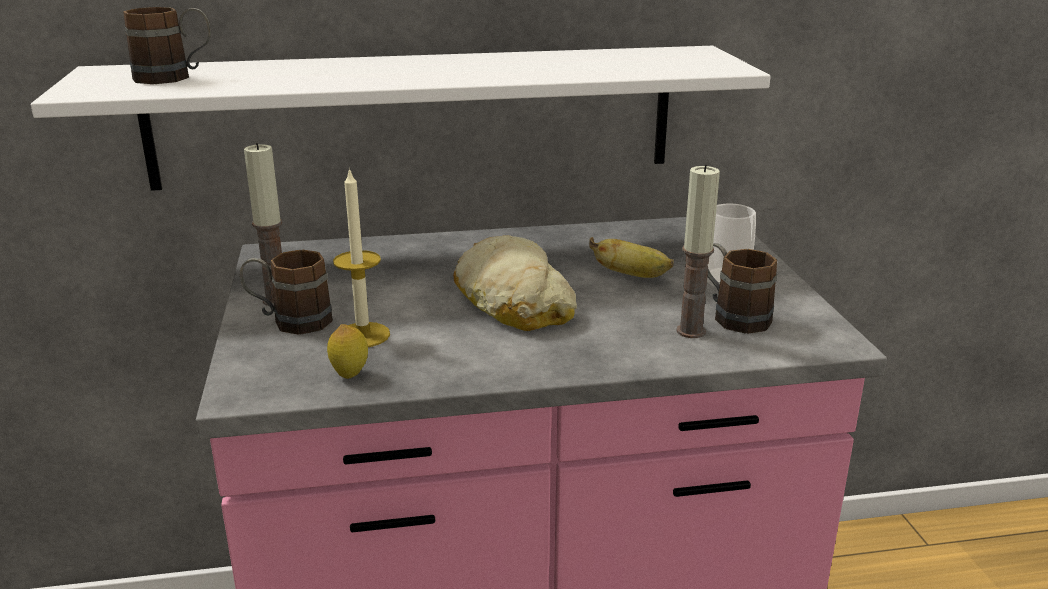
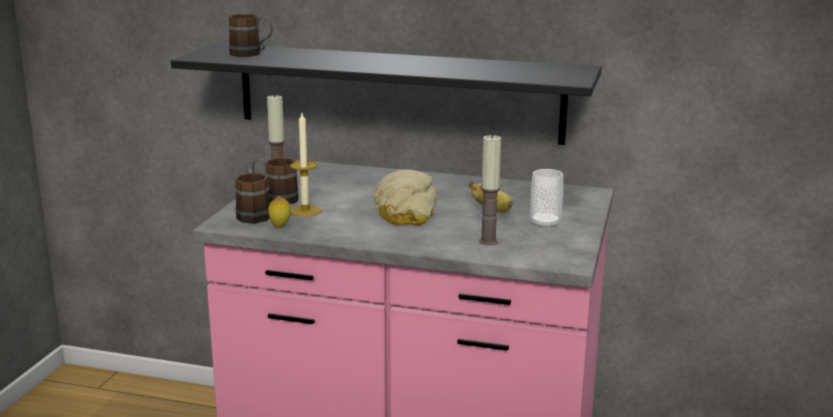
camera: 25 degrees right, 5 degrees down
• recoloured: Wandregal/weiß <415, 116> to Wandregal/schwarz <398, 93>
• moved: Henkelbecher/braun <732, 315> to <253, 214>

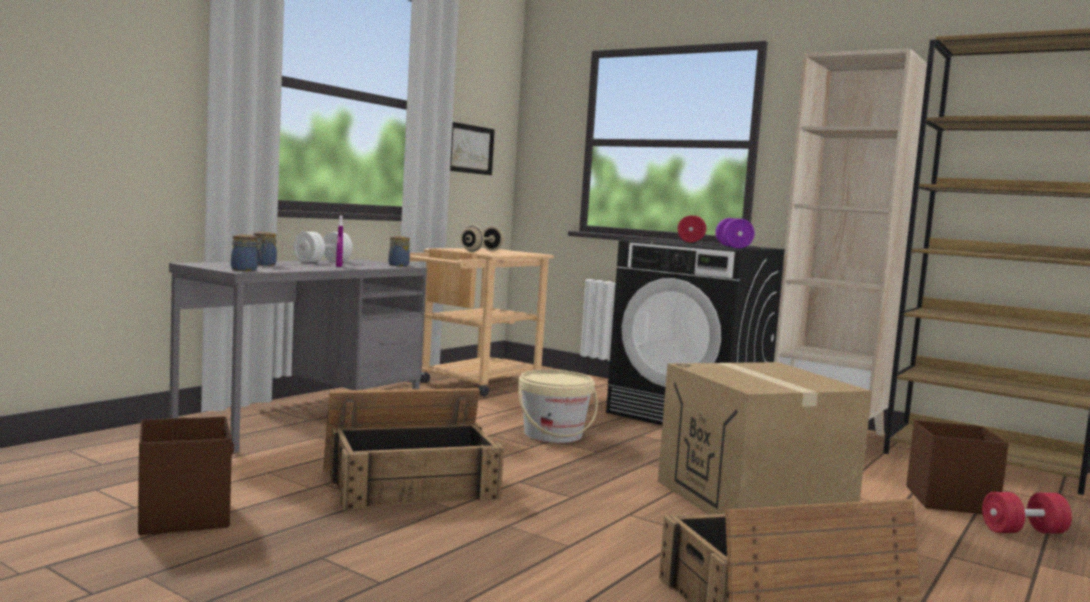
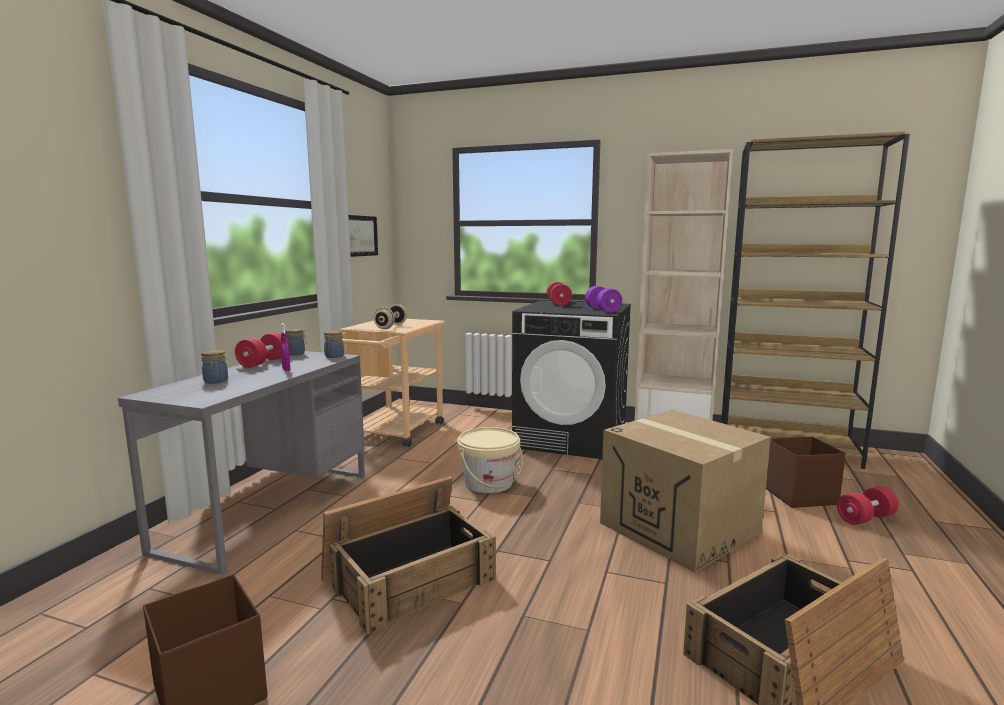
camera: 15 degrees left, 5 degrees up
• recoloured: Hantel/weiß <322, 261> to Hantel/rot <264, 362>
• moved: Vorratsglas <245, 270> to <296, 354>

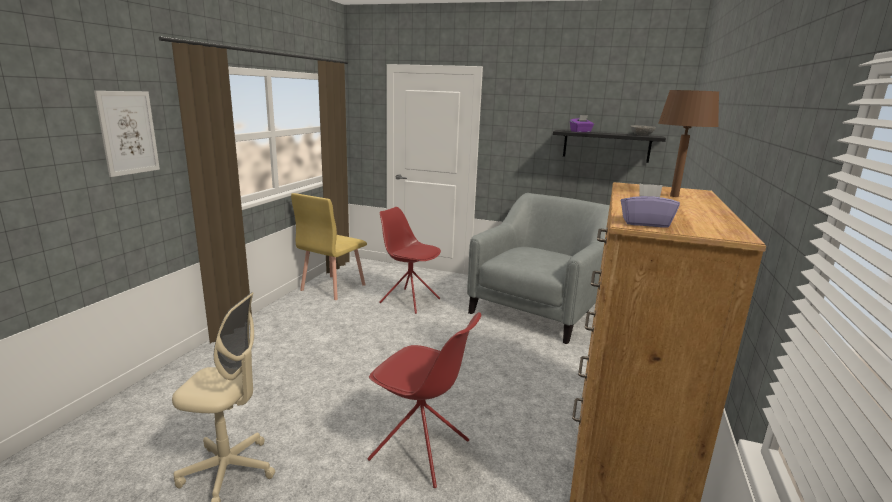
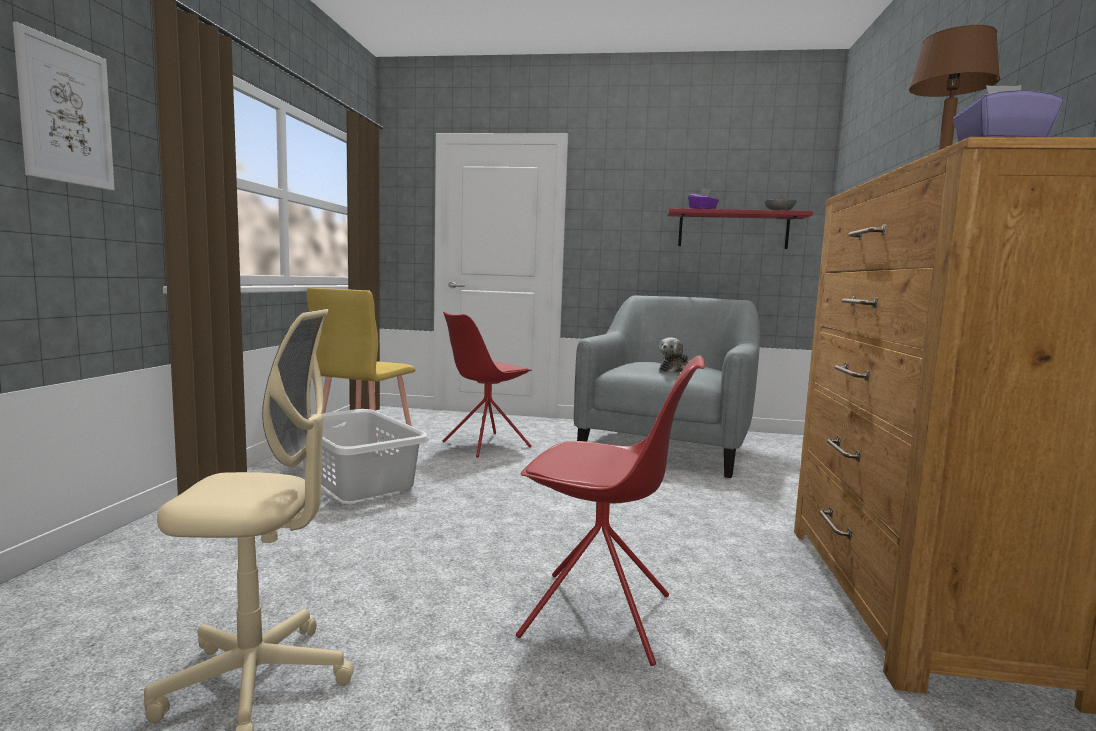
camera: 10 degrees left, 10 degrees down
• recoloured: Wandregal/schwarz <606, 146> to Wandregal/rot <733, 230>
• turned: Stuhl/rot <409, 300> = <485, 445> 60 degrees counterclockwise
• added: Plüschtier <674, 370>
• added: Wäschekorb/grau <358, 478>

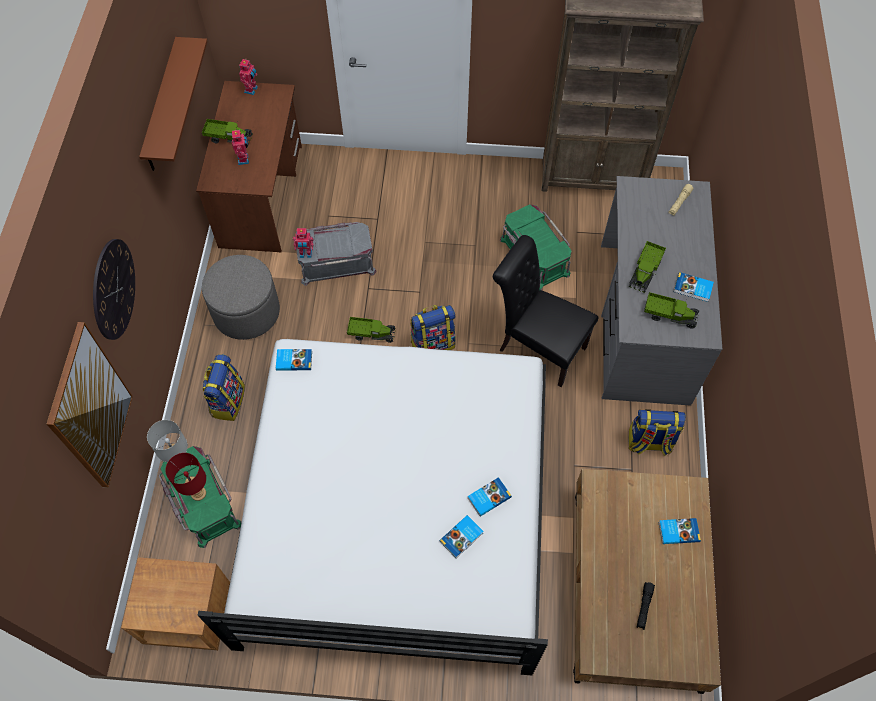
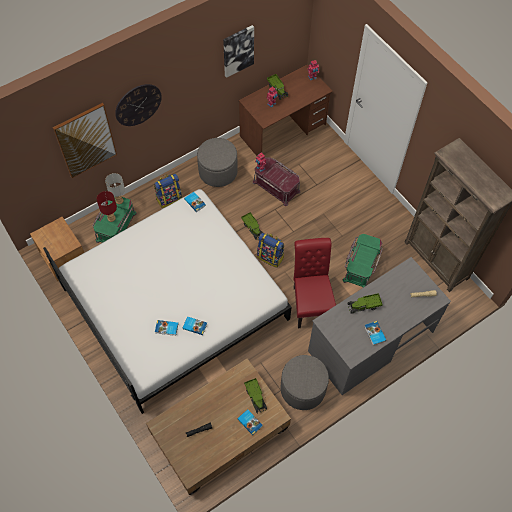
camera: 50 degrees right, 0 degrees up
• replaced: Wandregal/braun <162, 107> to Bild <238, 50>
• recoloured: Aufbewahrungsbox/grau <336, 262> to Aufbewahrungsbox/rot <276, 186>
• recoloured: Stuhl/schwarz <537, 347> to Stuhl/rot <310, 302>
• moved: Spielzeuglaster <669, 315> to <256, 397>
• replaced: Rucksack <649, 442> to Polsterhocker/grau <303, 388>

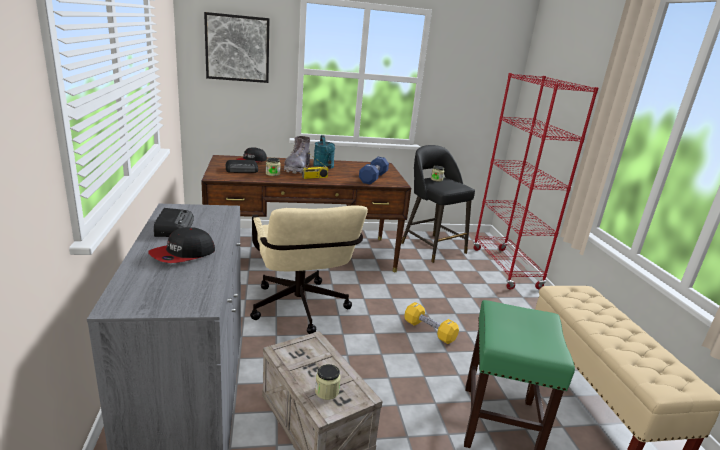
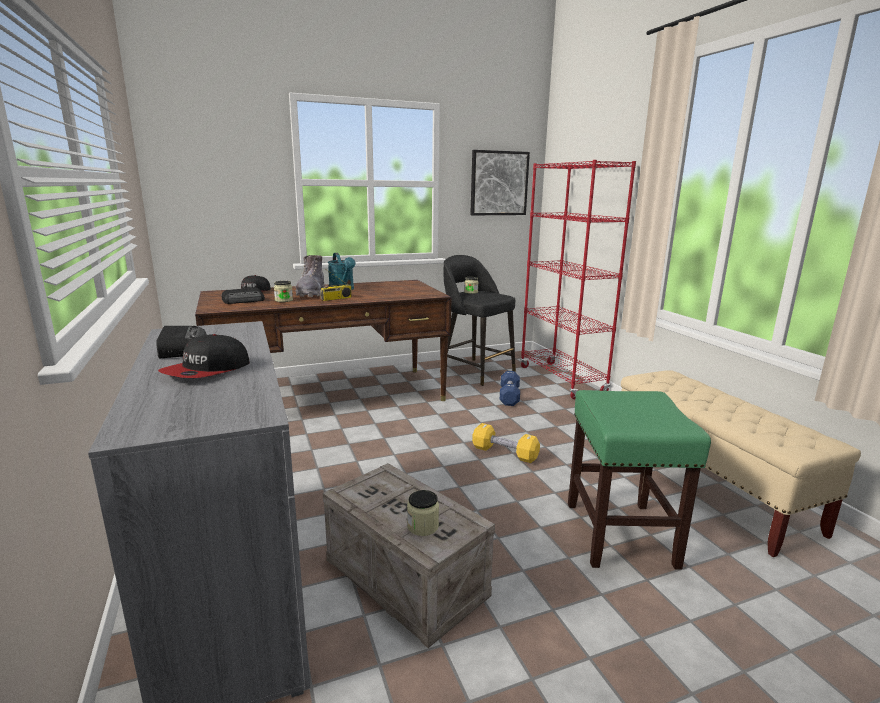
camera: 10 degrees left, 5 degrees down
• moved: Bild <237, 48> to <499, 183>
• moved: Hantel/blau <373, 178> to <509, 396>
• removed: Bürostuhl/beige <300, 311>

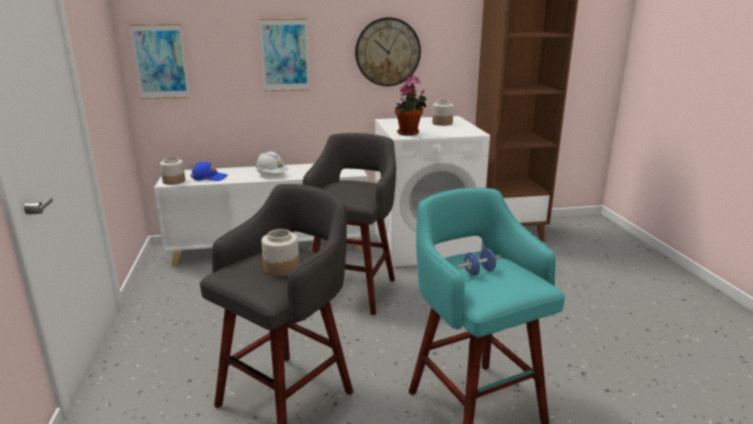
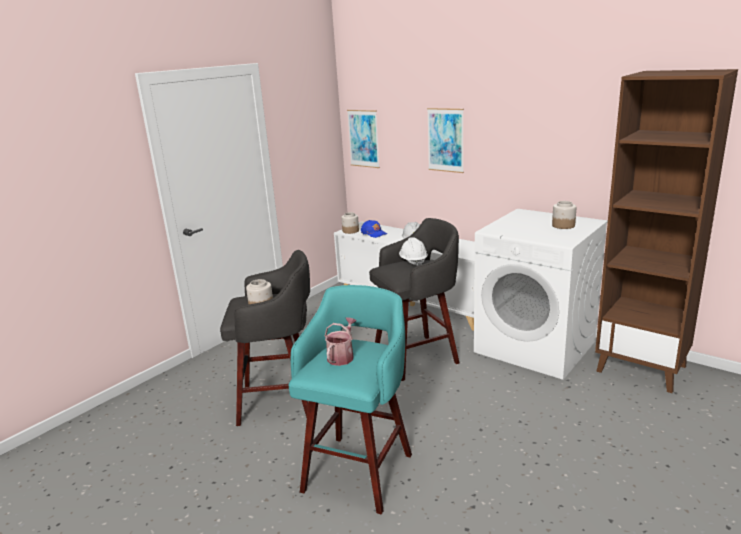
camera: 50 degrees right, 0 degrees up
• removed: Wanduhr <387, 52>
• removed: Topfpflanze <410, 133>
• replaced: Hantel/blau <479, 272> to Gießkanne <342, 356>
• added: Schutzhelm/weiß <413, 261>

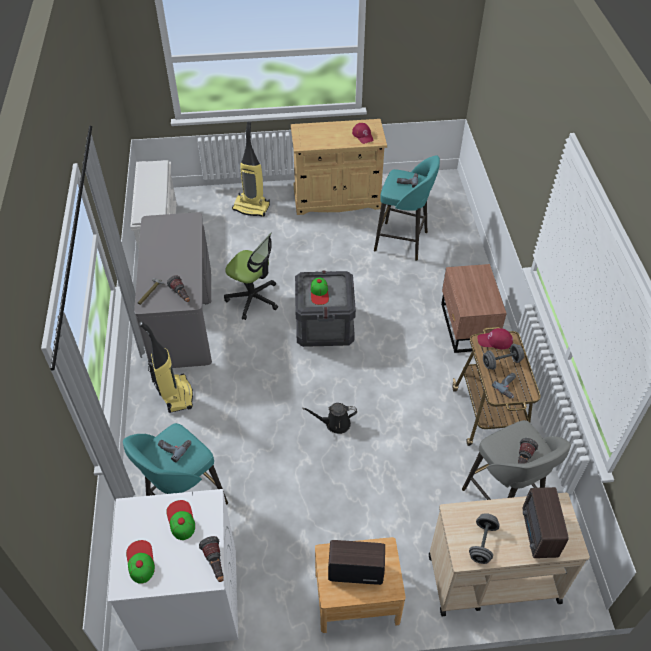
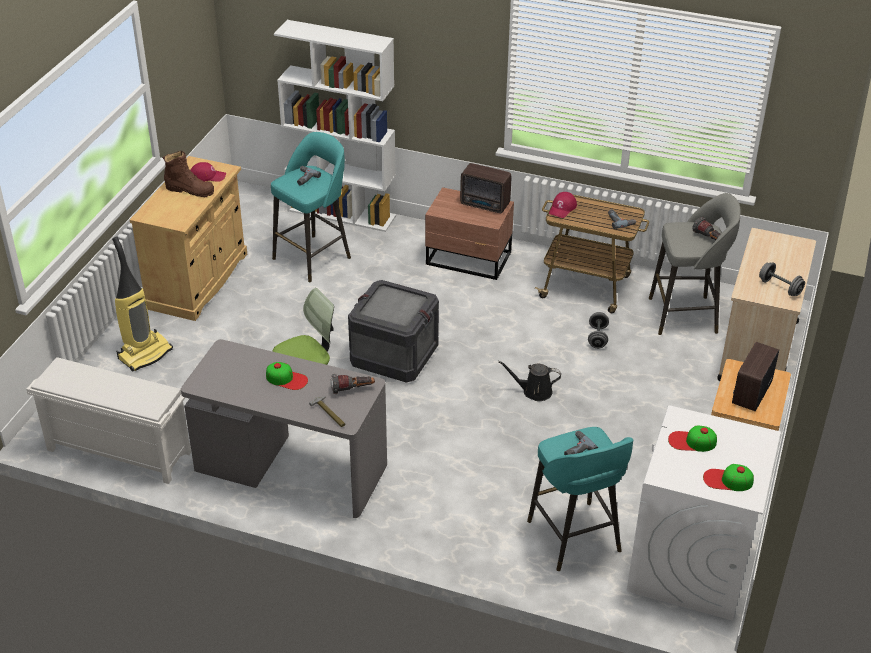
camera: 65 degrees left, 10 degrees down
• moved: Kappe <319, 293> to <286, 379>
• removed: Staubsauger <176, 394>
• moved: Hantel/grau <501, 362> to <597, 337>
• turned: Gießkanne/schwarz <335, 424> = <534, 391> 75 degrees clockwise
• moved: Radio <538, 534> to <485, 205>
• removed: Taschenlampe <215, 564>
• added: Bücherregal/weiß <342, 213>
• added: Stiefel/braun <190, 190>

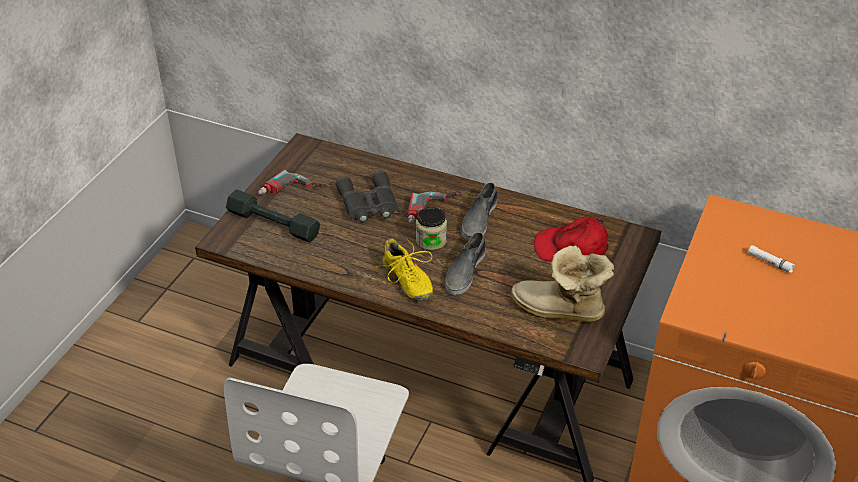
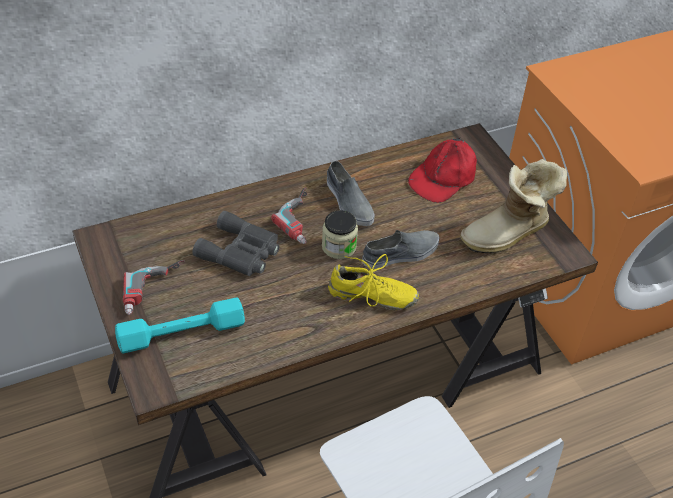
camera: 50 degrees left, 5 degrees up
• recoloured: Hantel/grau <273, 223> to Hantel/türkis <181, 333>
• turned: Schuh/grau <465, 271> = <401, 254> 90 degrees counterclockwise
• removed: Taschenlampe/weiß <770, 262>

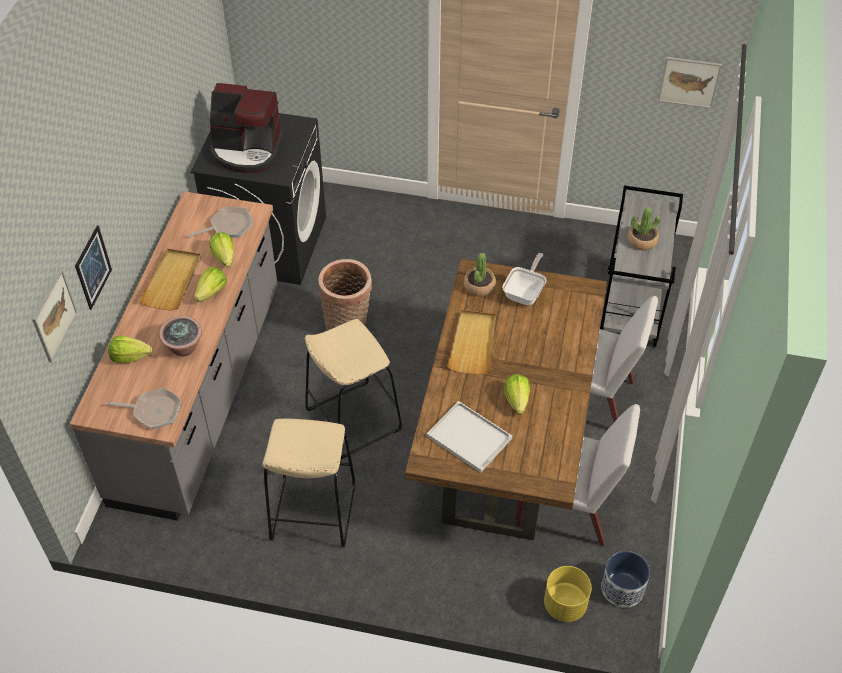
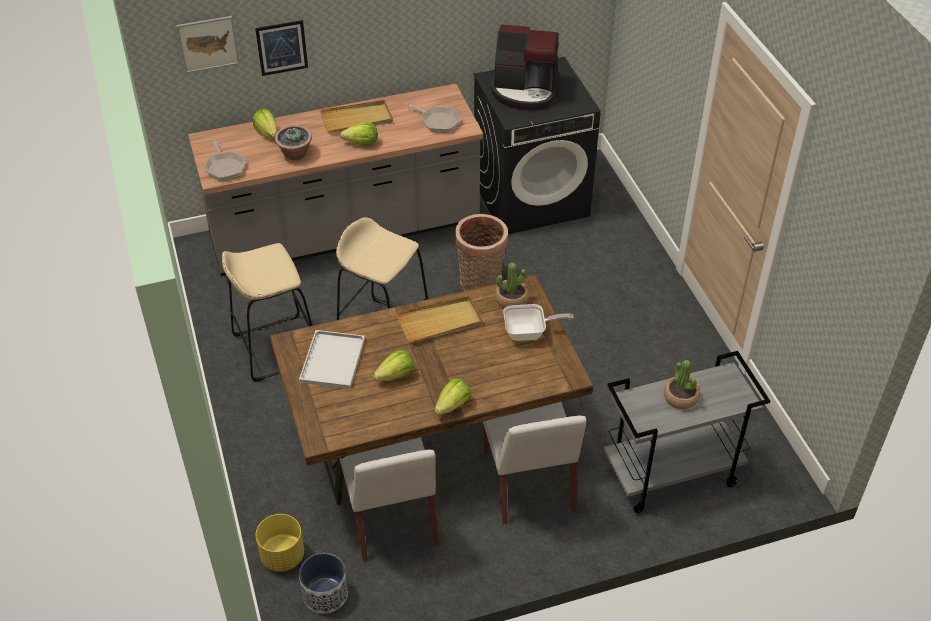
camera: 60 degrees right, 5 degrees down
• removed: Bild <689, 82>
• turned: Kaffeemaschine <247, 150> = <525, 90> 60 degrees counterclockwise
• moved: Salatkopf <224, 257> to <453, 405>

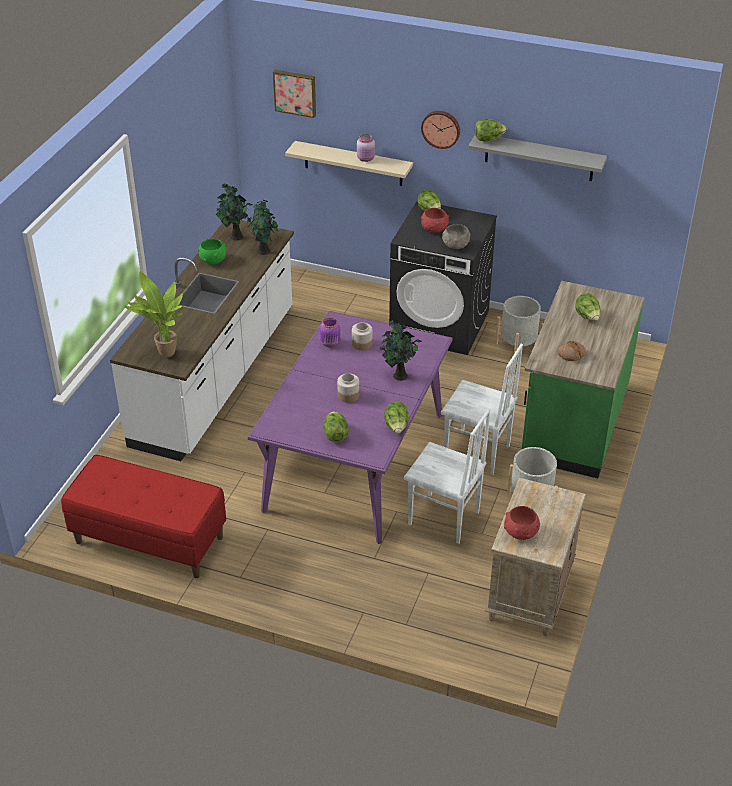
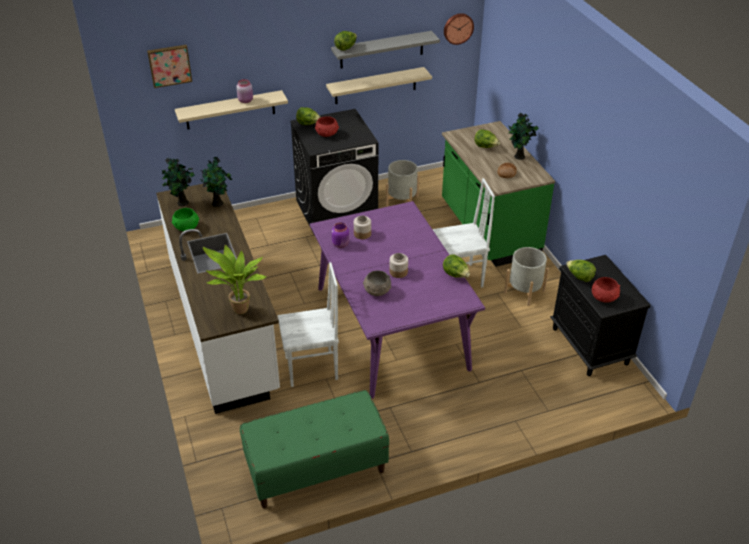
camera: 40 degrees left, 0 degrees up
• moved: Wanduhr <441, 128> to <458, 28>
• moved: Schüssel/grau <455, 245> to <377, 291>
• moved: Topfpflanze <399, 376> to <519, 157>
• moved: Stuhl/weiß <443, 519> to <312, 369>
• moved: Salatkopf <335, 435> to <579, 277>
• recoloured: Bank/rot <149, 540> to Bank/grün <316, 469>
• recoloured: Nachttisch/beige <529, 595> to Nachttisch/schwarz <590, 346>
• added: Wandregal/beige <375, 85>

